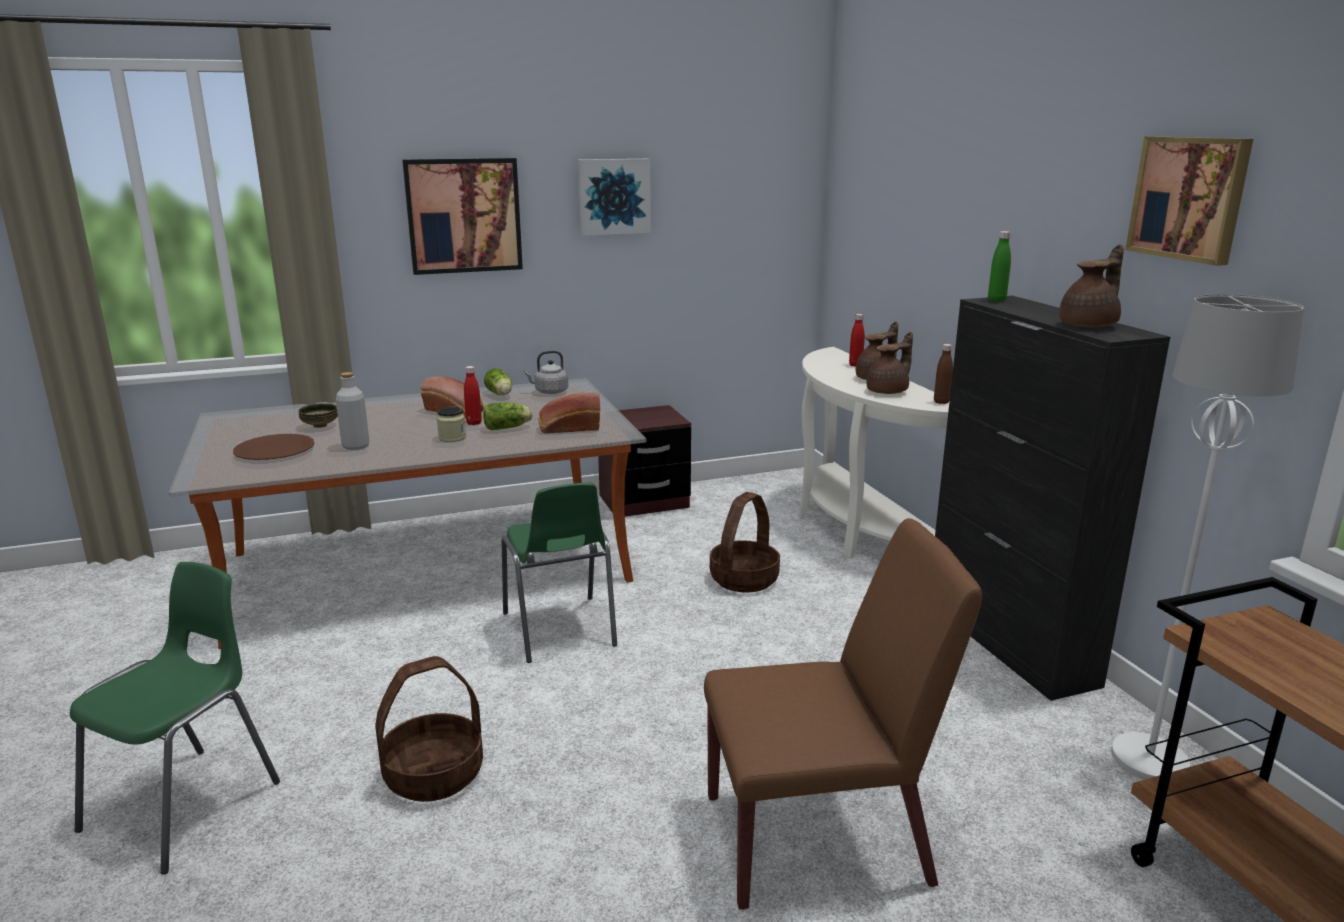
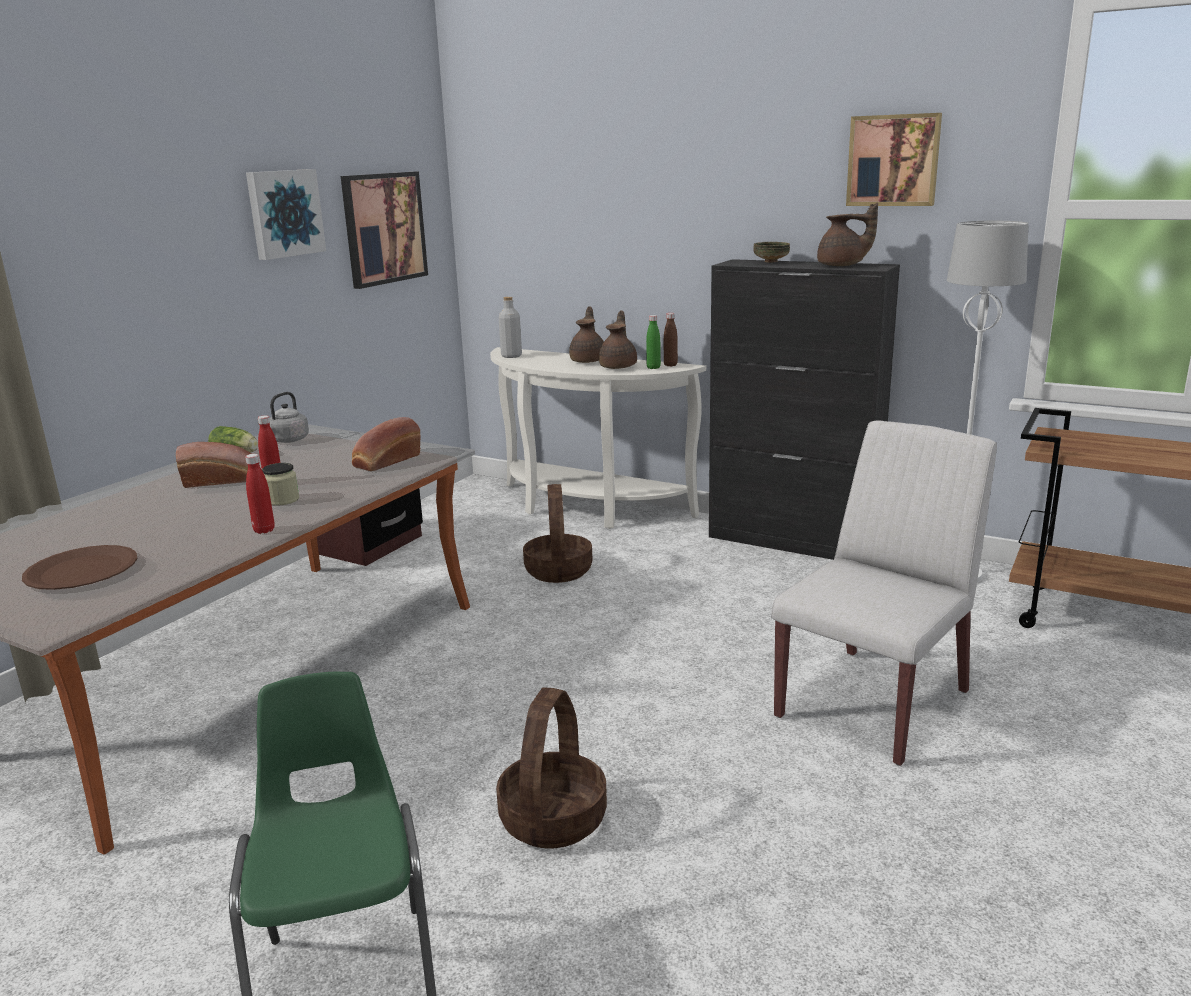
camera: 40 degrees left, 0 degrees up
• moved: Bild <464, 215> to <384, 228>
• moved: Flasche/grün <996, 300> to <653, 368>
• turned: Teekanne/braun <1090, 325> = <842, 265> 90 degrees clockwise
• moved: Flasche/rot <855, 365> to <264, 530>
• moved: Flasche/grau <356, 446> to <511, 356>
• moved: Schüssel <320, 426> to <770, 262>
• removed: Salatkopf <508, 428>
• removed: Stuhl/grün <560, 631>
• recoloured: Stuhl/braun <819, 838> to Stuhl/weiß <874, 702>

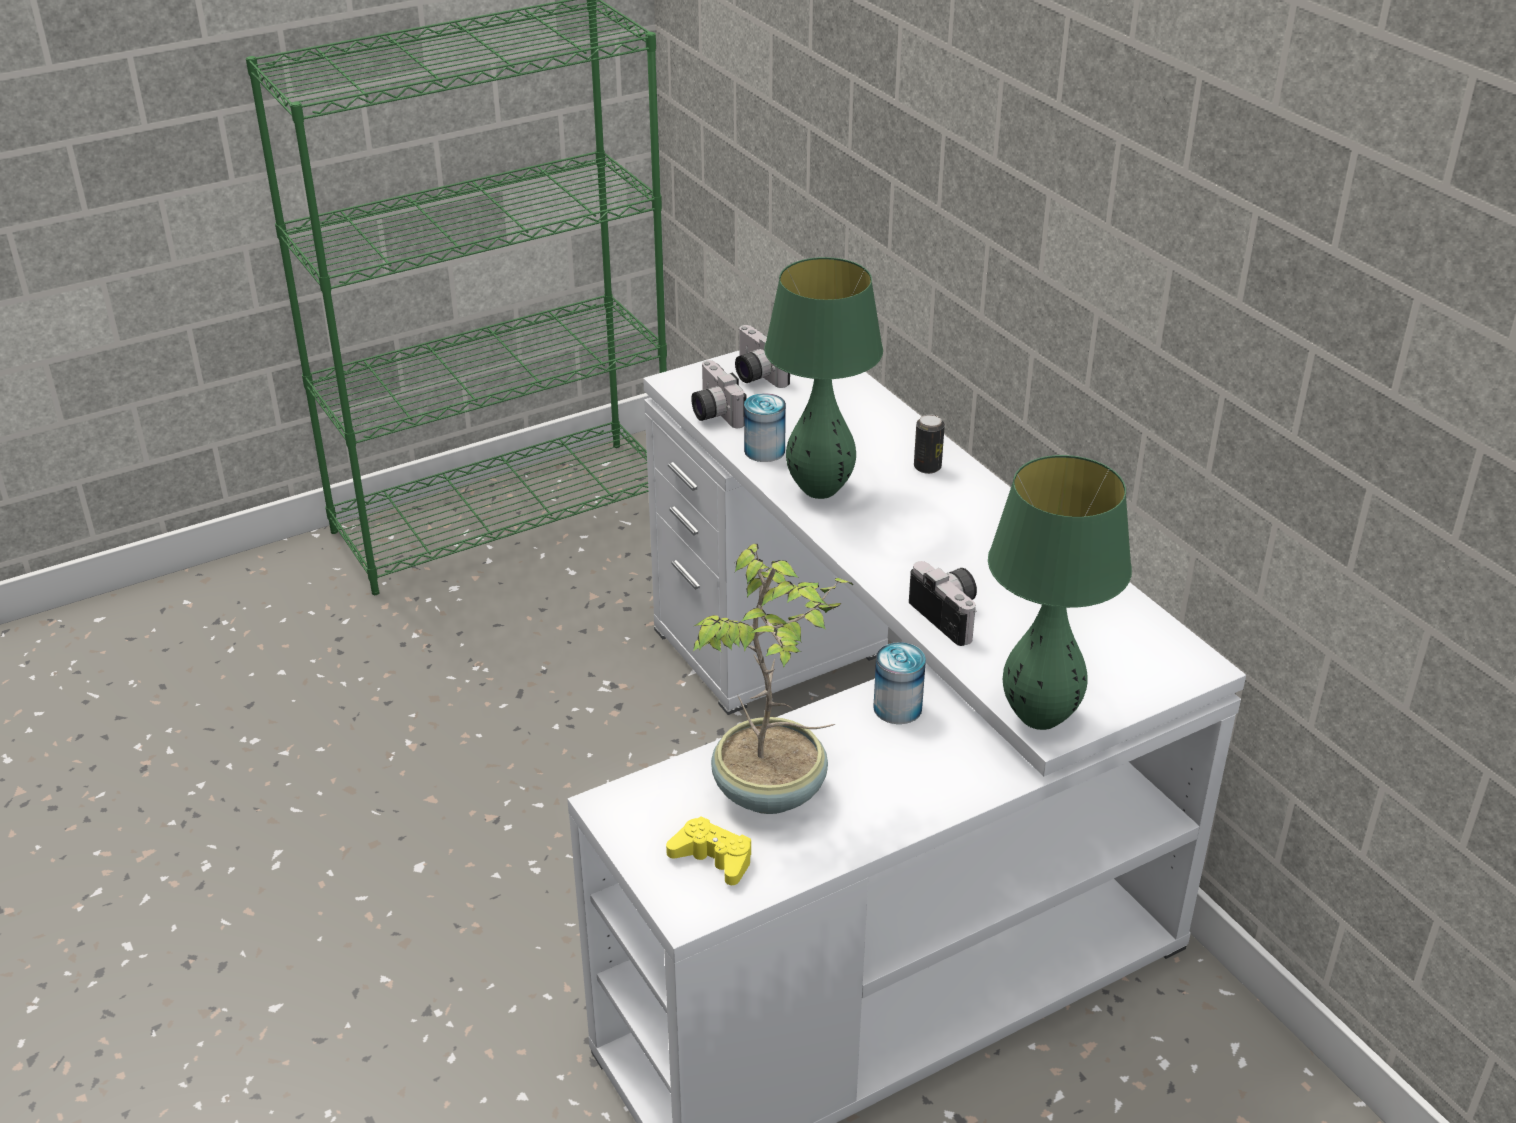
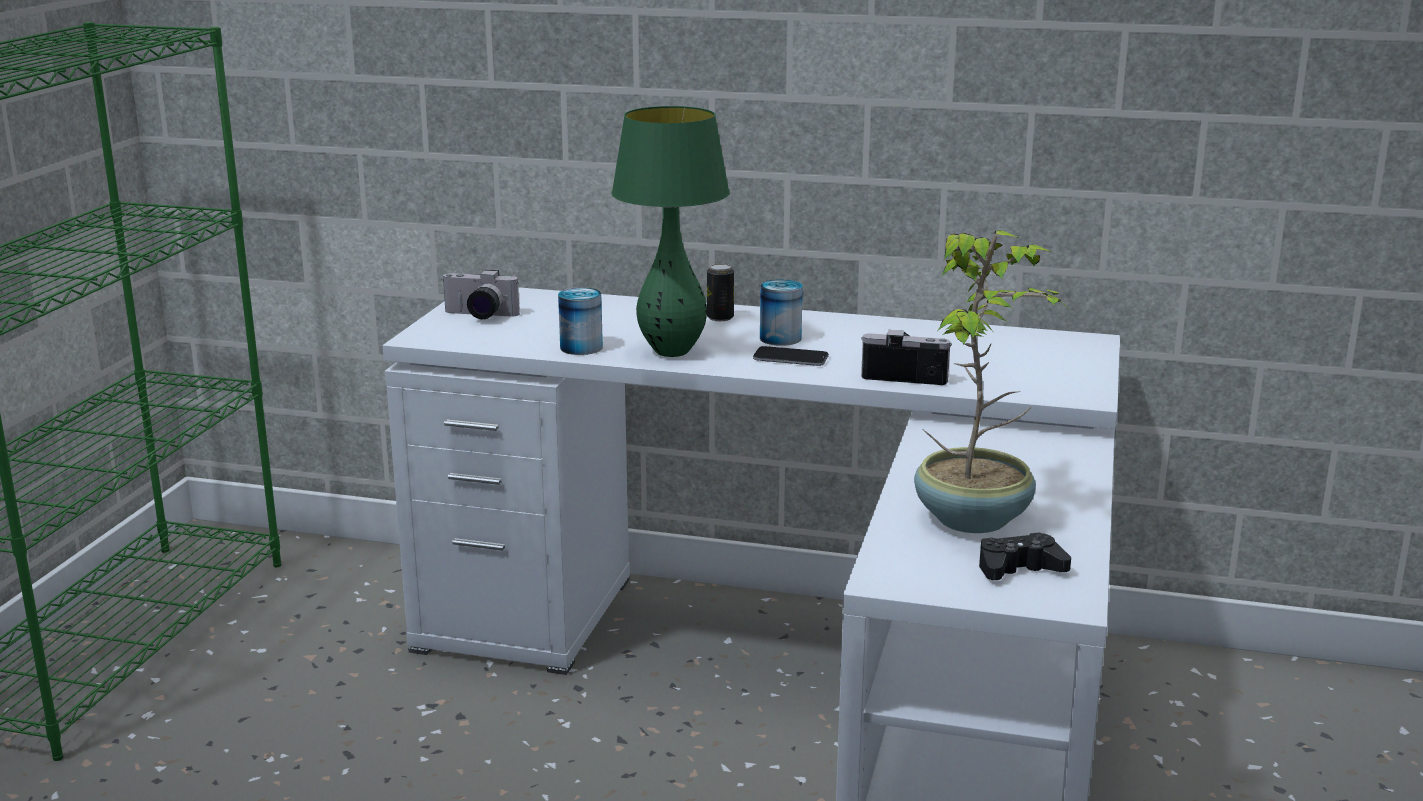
camera: 45 degrees left, 15 degrees down
• removed: Kamera <713, 412>
• removed: Tischlampe/grün <1040, 718>
• moved: Dose <897, 708> to <780, 338>
• recoloured: Gamepad/gelb <713, 858> to Gamepad/schwarz <1019, 568>
• added: Handy <790, 358>

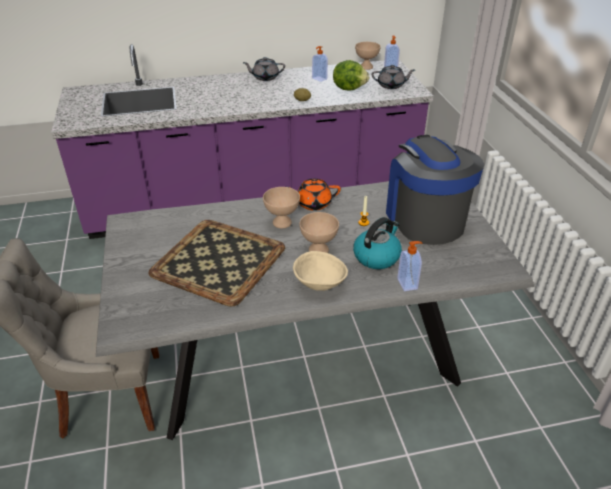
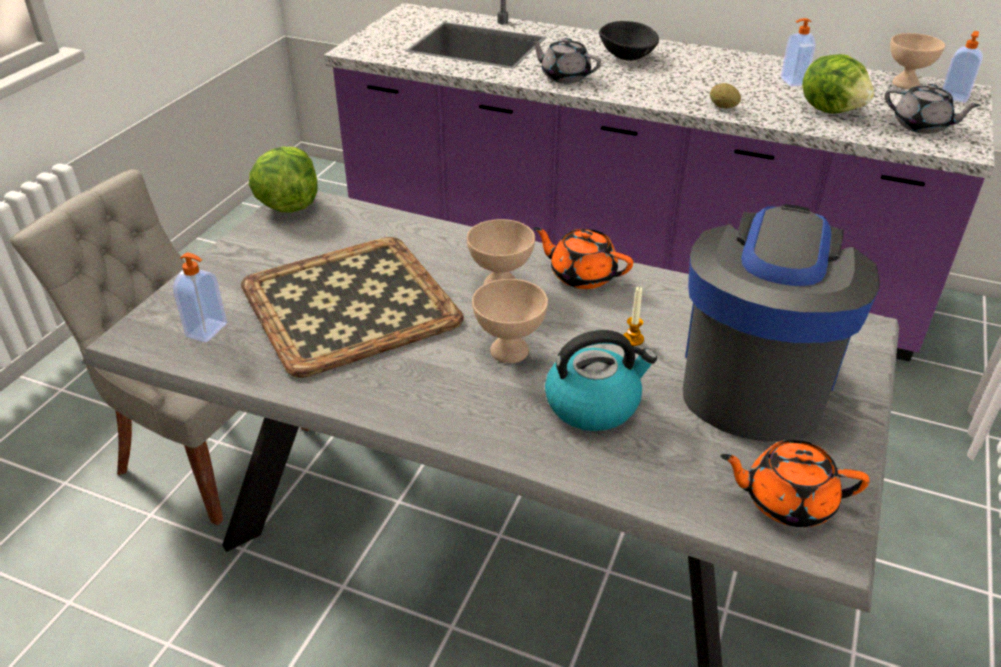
camera: 35 degrees right, 0 degrees up
• moved: Teekanne/grau <265, 77> to <564, 76>
• moved: Seifenspender <408, 283> to <208, 330>
• removed: Schüssel/beige <319, 283>
• added: Schüssel/schwarz <627, 57>
• added: Salatkopf <288, 205>
• added: Teekanne/orange <786, 501>

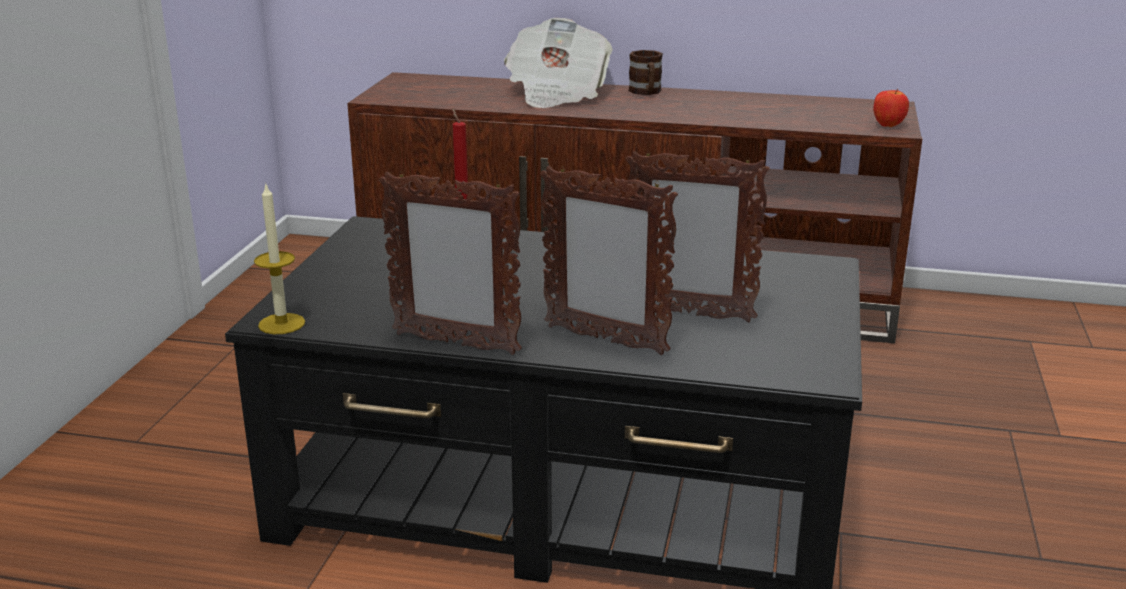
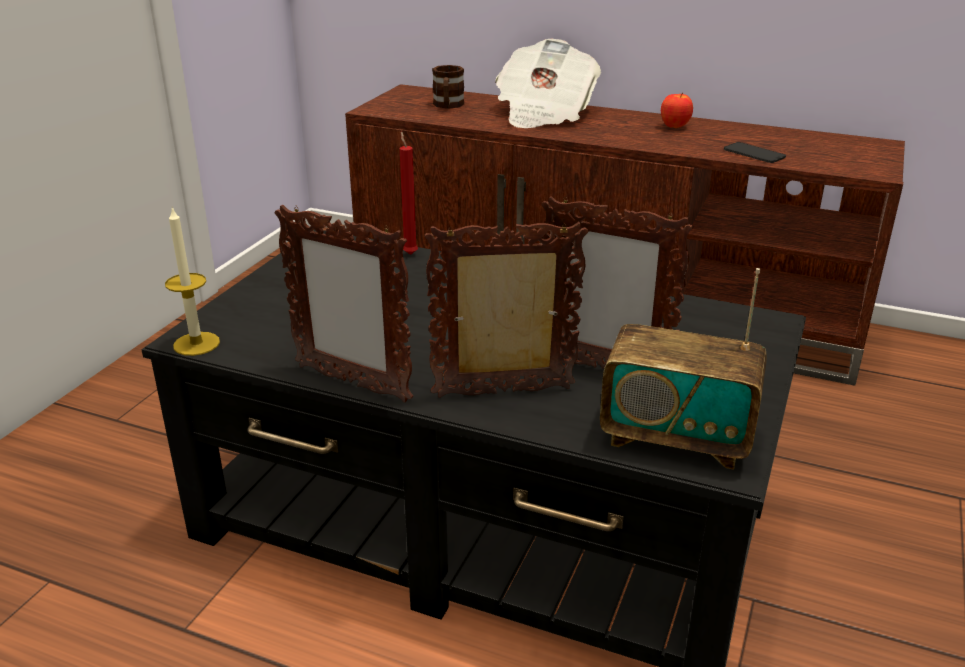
camera: 10 degrees right, 5 degrees up
• moved: Henkelbecher/braun <646, 92> to <448, 106>
• moved: Apfel <888, 126> to <675, 127>
• turned: Bilderrahmen <604, 340> = <505, 393> 135 degrees clockwise
• added: Handy <754, 153>
• added: Radio <676, 438>

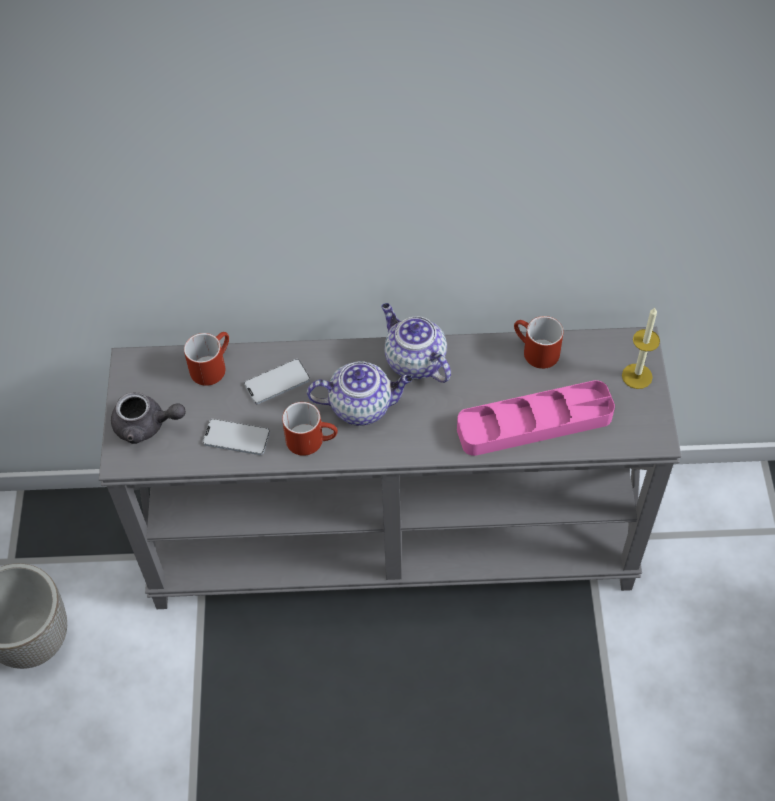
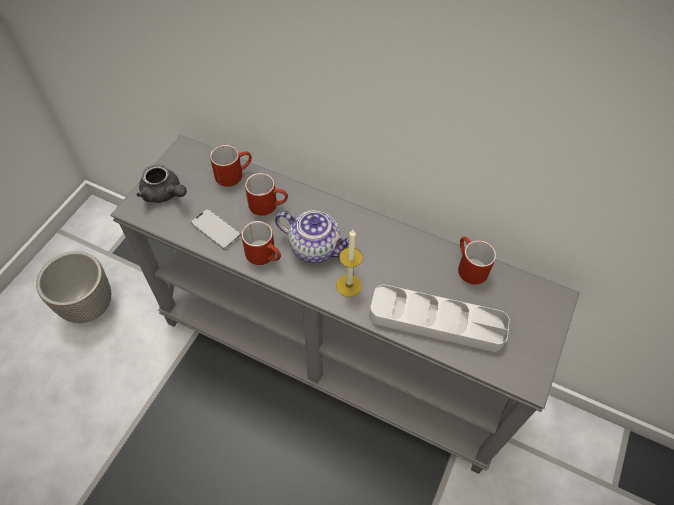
camera: 25 degrees right, 0 degrees up
• removed: Teekanne <413, 361>
• moved: Kerze <637, 376> to <349, 285>
• replaced: Handy <277, 382> to Henkelbecher/rot <268, 204>
• recoloured: Tablett/rosa <534, 423> to Tablett/grau <436, 321>

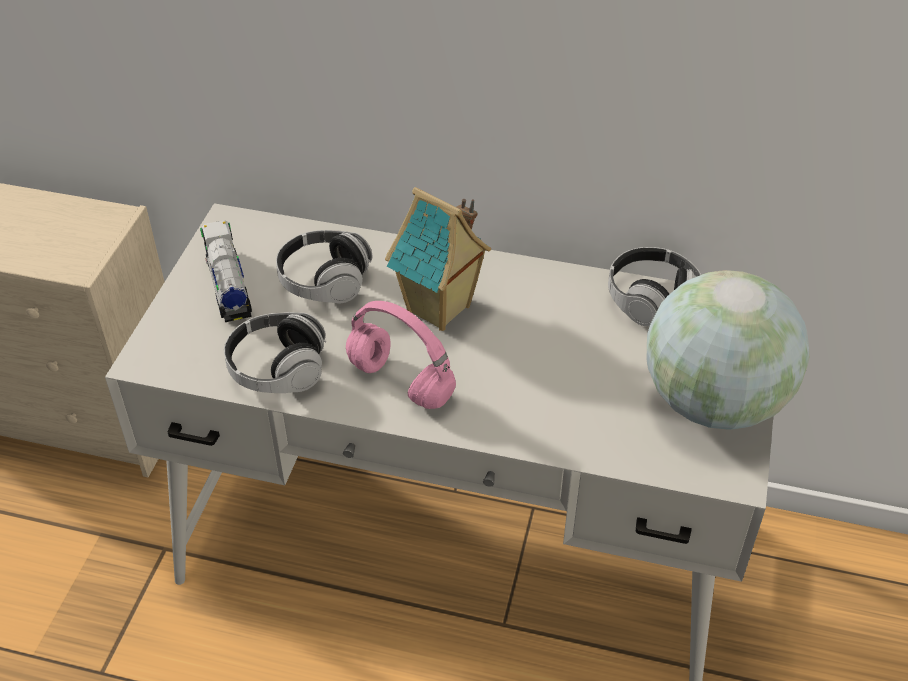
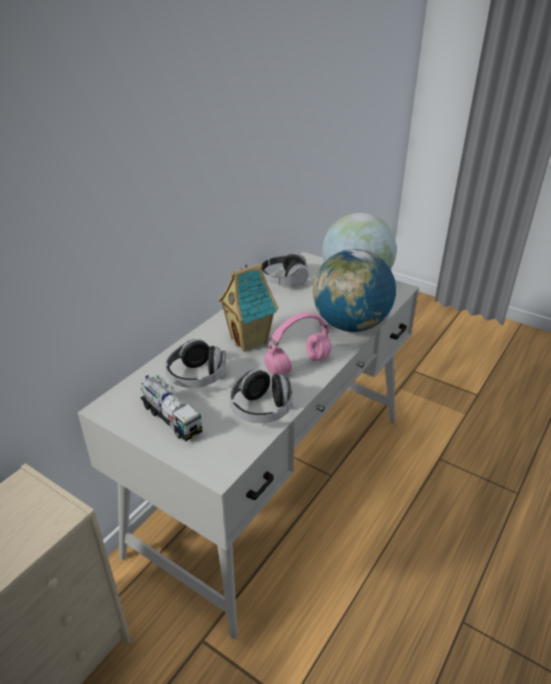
camera: 70 degrees left, 10 degrees down
• turned: Spielzeuglaster <228, 286> = <171, 418> 135 degrees counterclockwise
• added: Globus <350, 325>

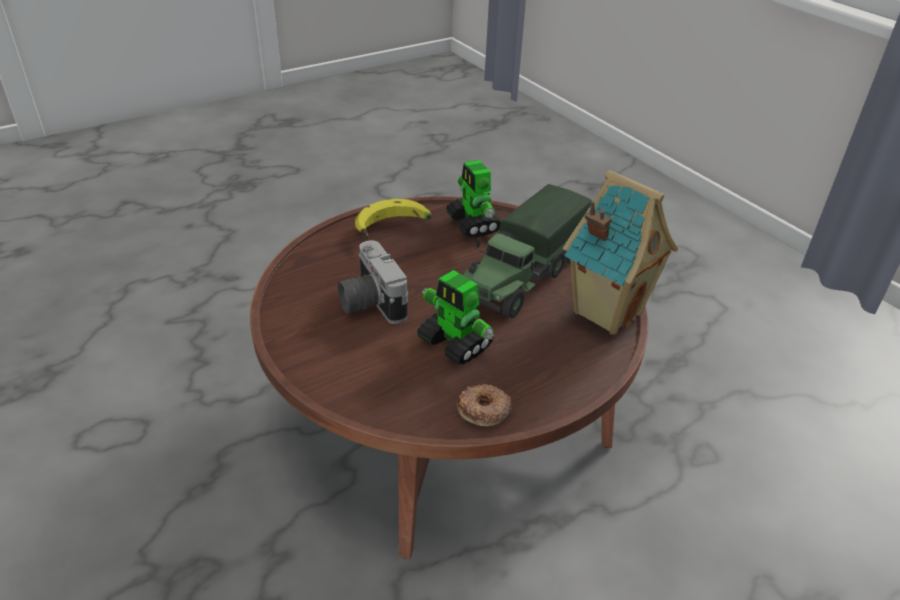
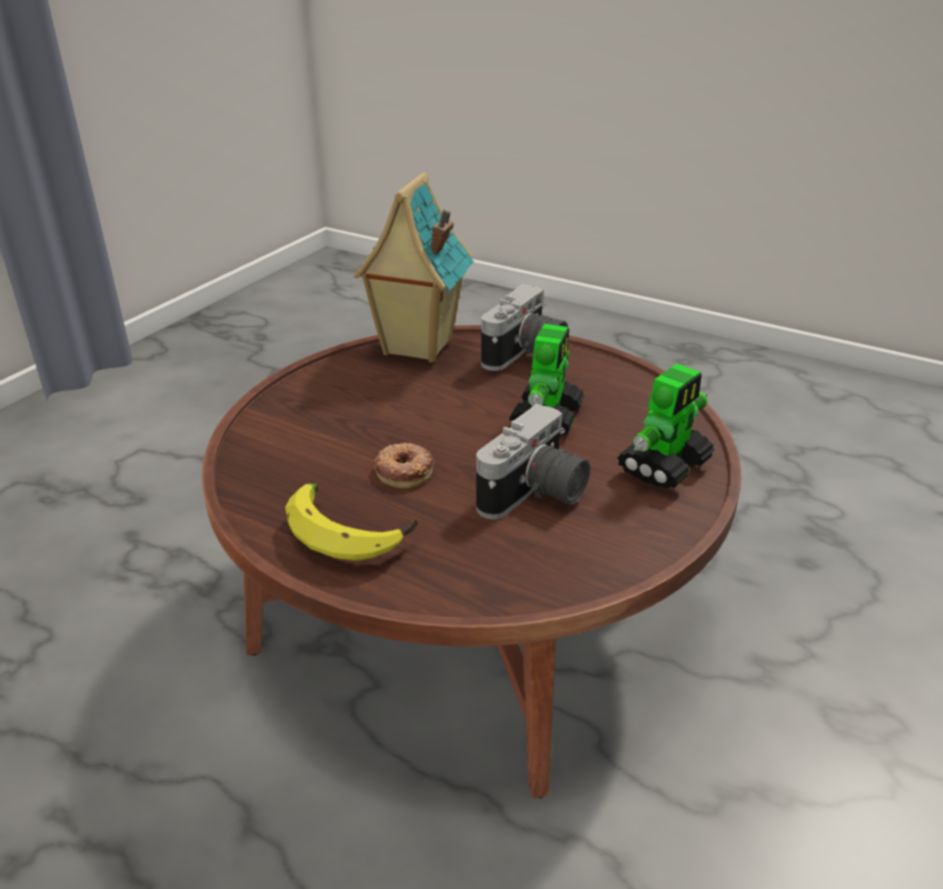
camera: 115 degrees left, 5 degrees down
• moved: Spielzeugroboter <473, 224> to <665, 465>
• removed: Spielzeuglaster <522, 278>
• moved: Donut <484, 409> to <404, 470>
• added: Kamera <526, 355>

